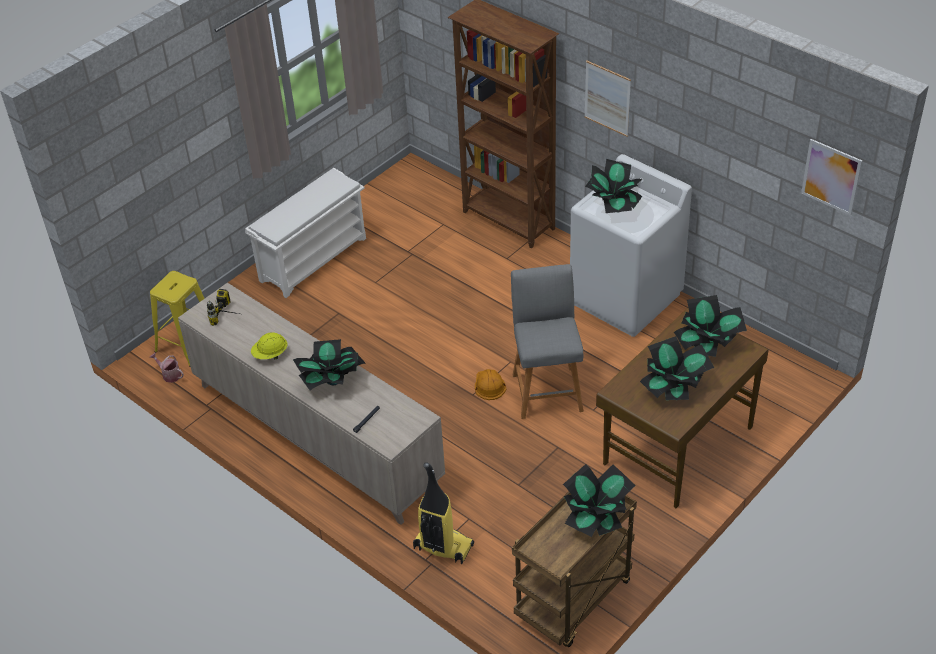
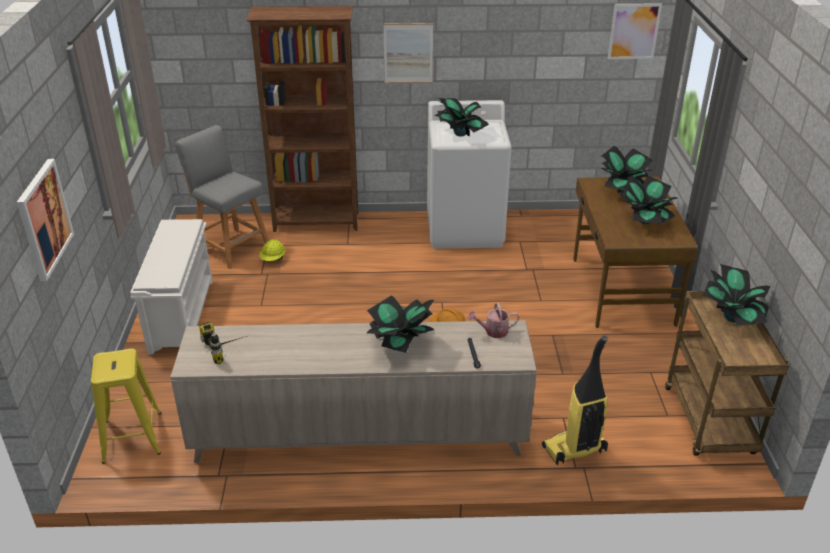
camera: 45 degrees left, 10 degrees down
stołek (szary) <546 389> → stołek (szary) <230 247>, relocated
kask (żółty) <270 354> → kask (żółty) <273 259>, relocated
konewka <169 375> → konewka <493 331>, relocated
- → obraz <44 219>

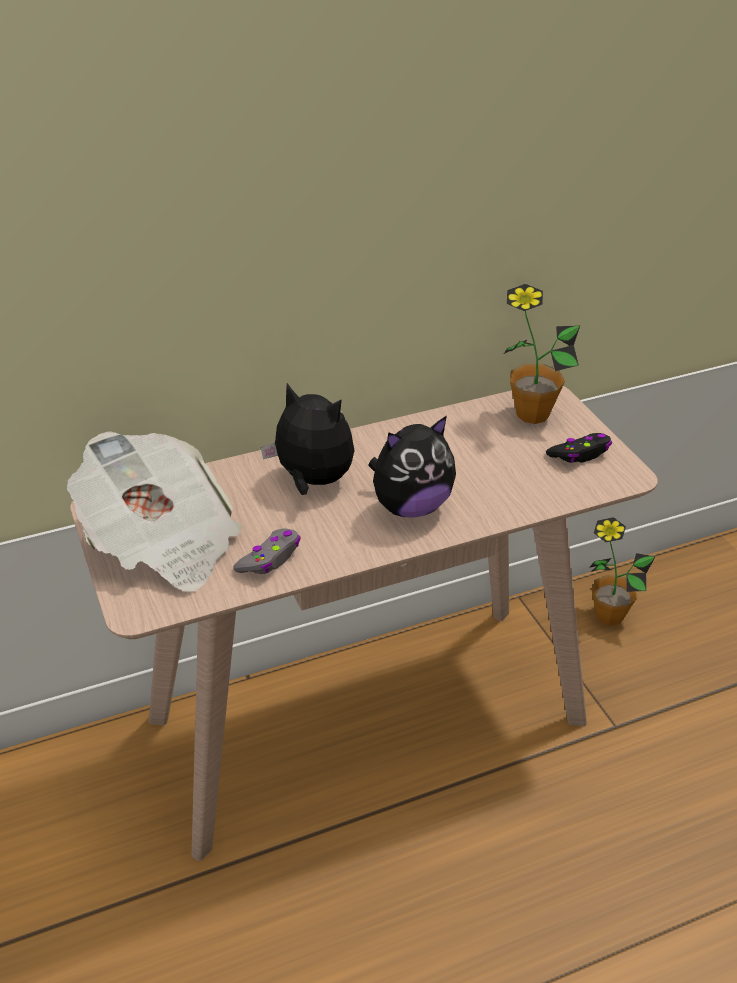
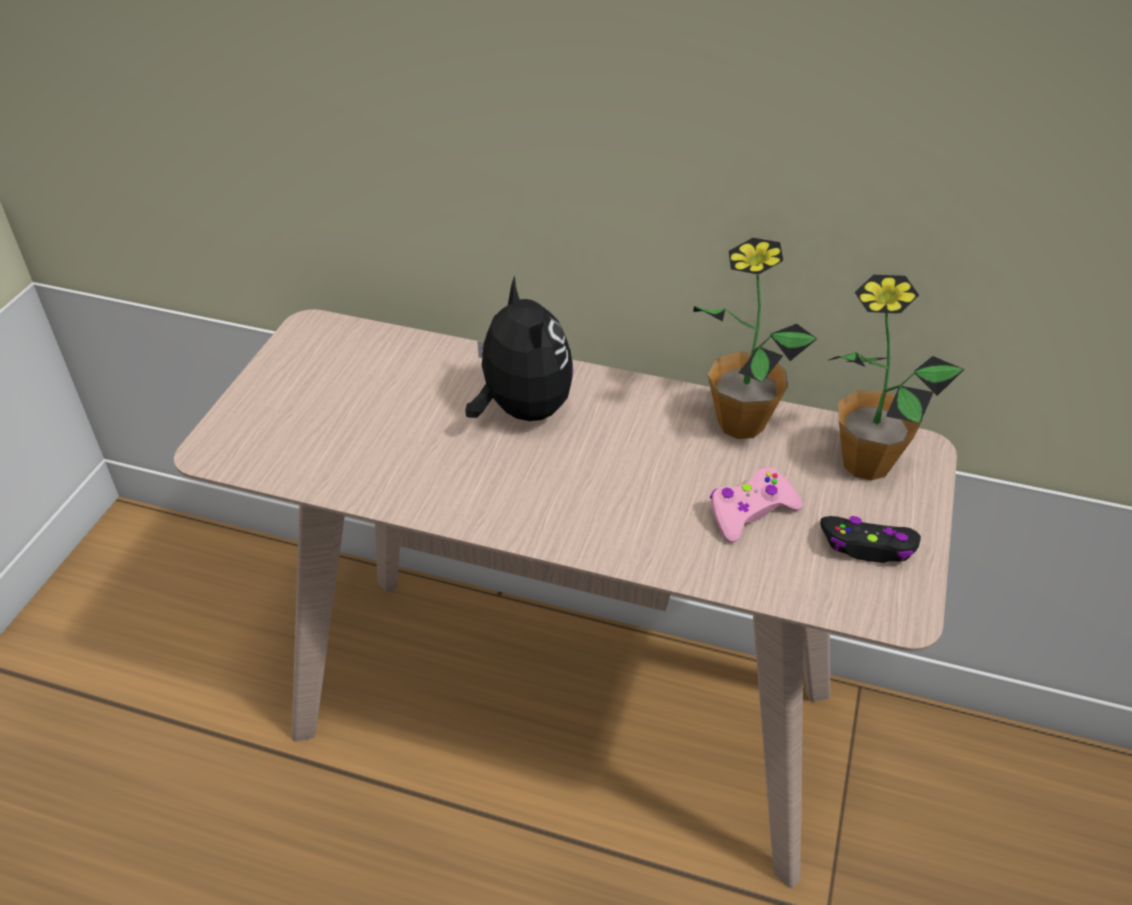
camera: 40 degrees right, 5 degrees up
pluszak <411 507> → -
gazeta <162 542> → -
roślina doniczkowa <609 616> → roślina doniczkowa <741 423>, relocated
pad do gier (szary) <270 558> → -
- → pad do gier (różowy) <750 512>

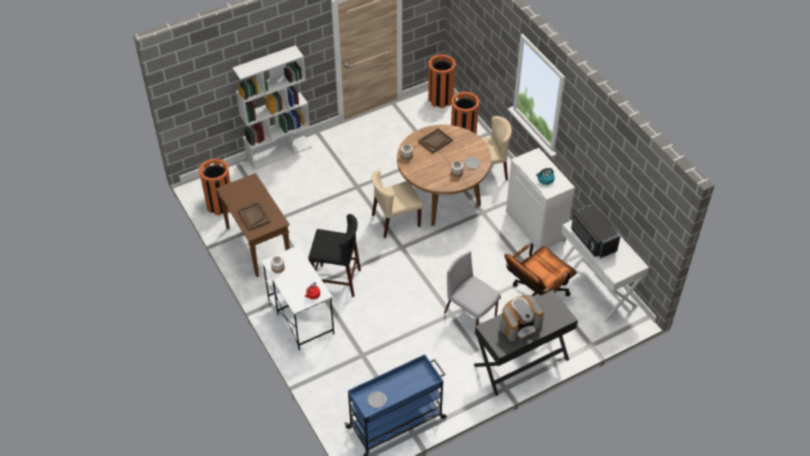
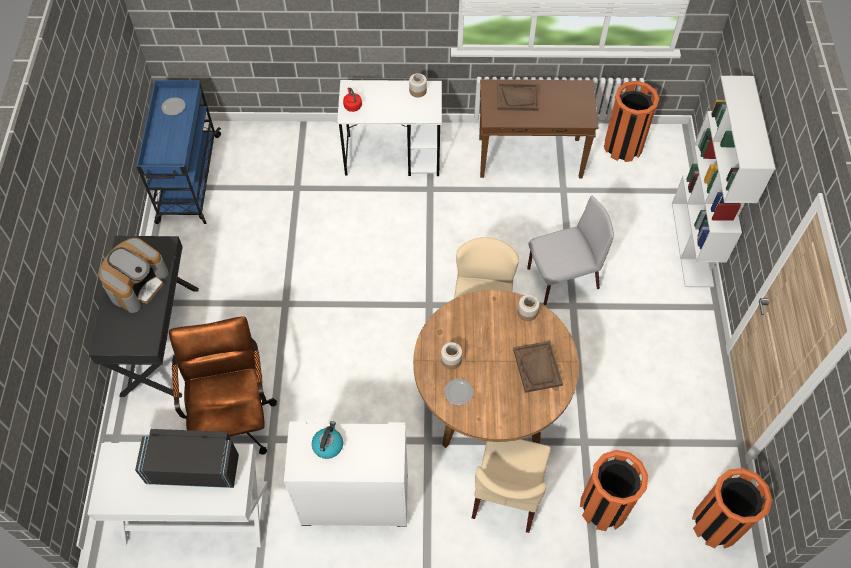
camera: 120 degrees right, 10 degrees up
stołek (czarny) <337 280> → -
krzesło (szary) <471 315> → krzesło (szary) <561 279>, relocated
ekspres do kawy <520 325> → ekspres do kawy <138 284>, 150 degrees counterclockwise

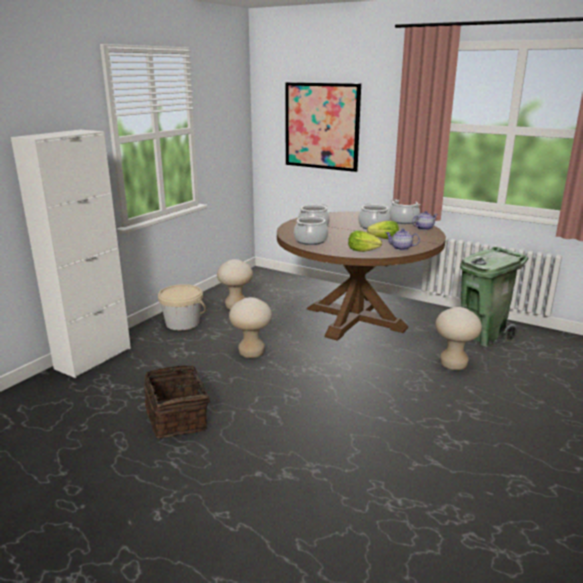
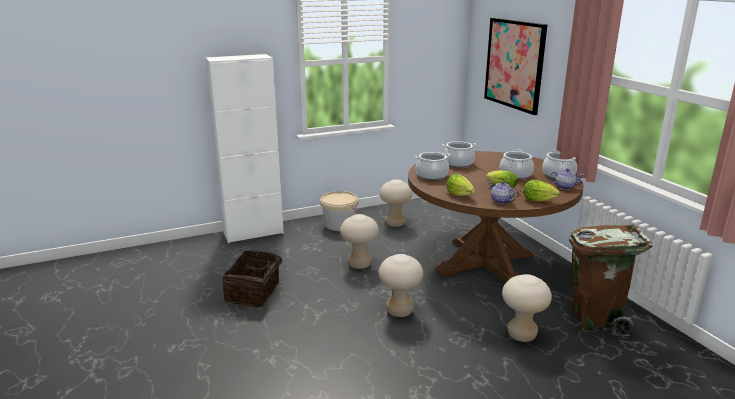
camera: 35 degrees right, 0 degrees up
kosz na śmieci (zielony) <482 336> → kosz na śmieci (brązowy) <595 320>
- → sałata <538 200>
- → stołek (beżowy) <399 311>

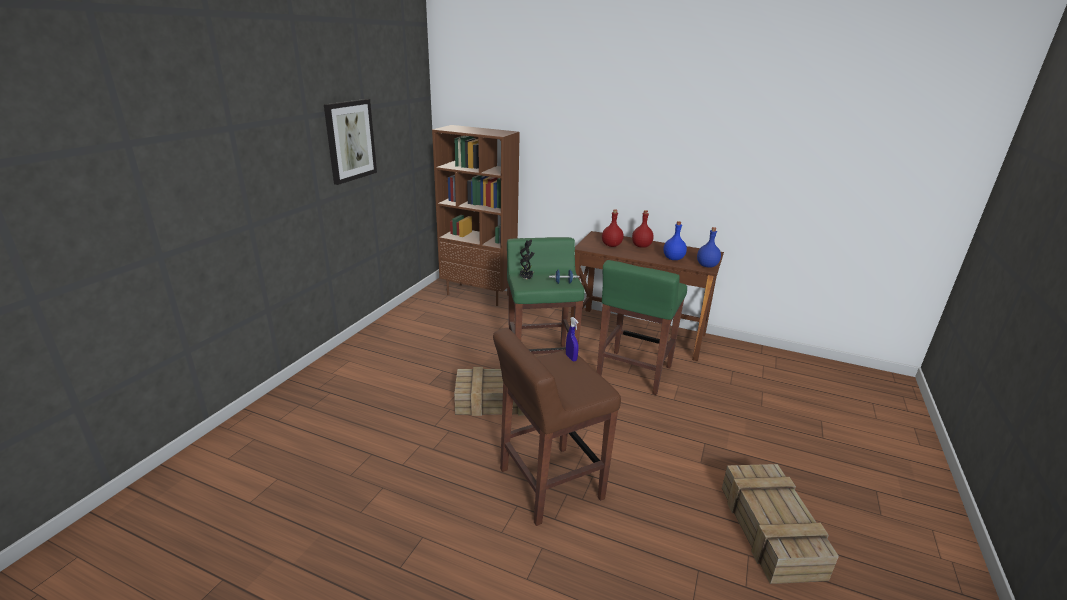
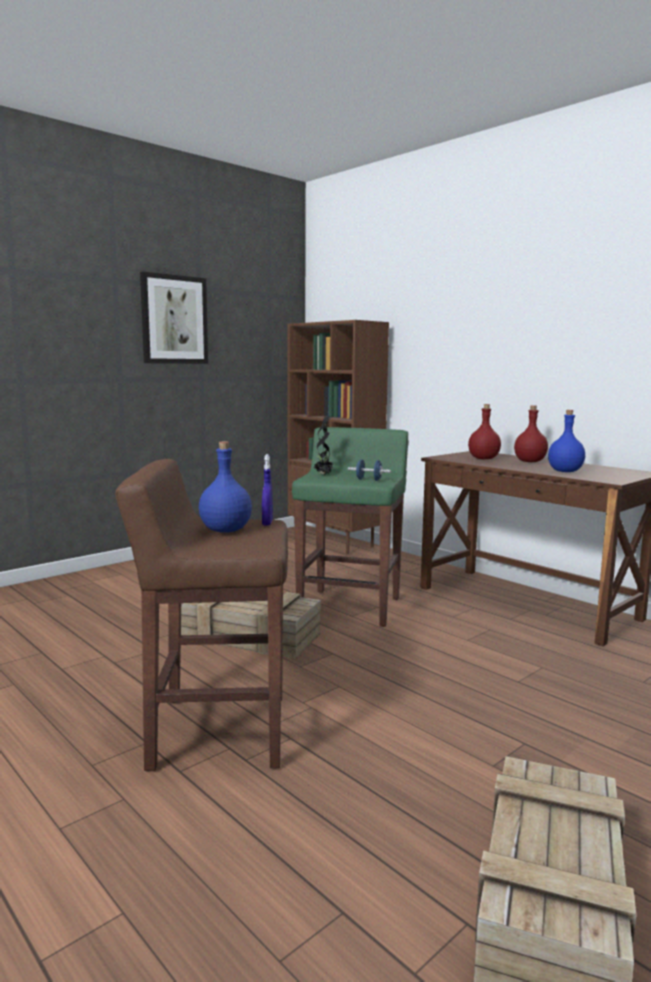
camera: 25 degrees right, 15 degrees down
butelka (niebieski) <707 266> → butelka (niebieski) <224 530>, relocated
stołek (zielony) <633 373> → -

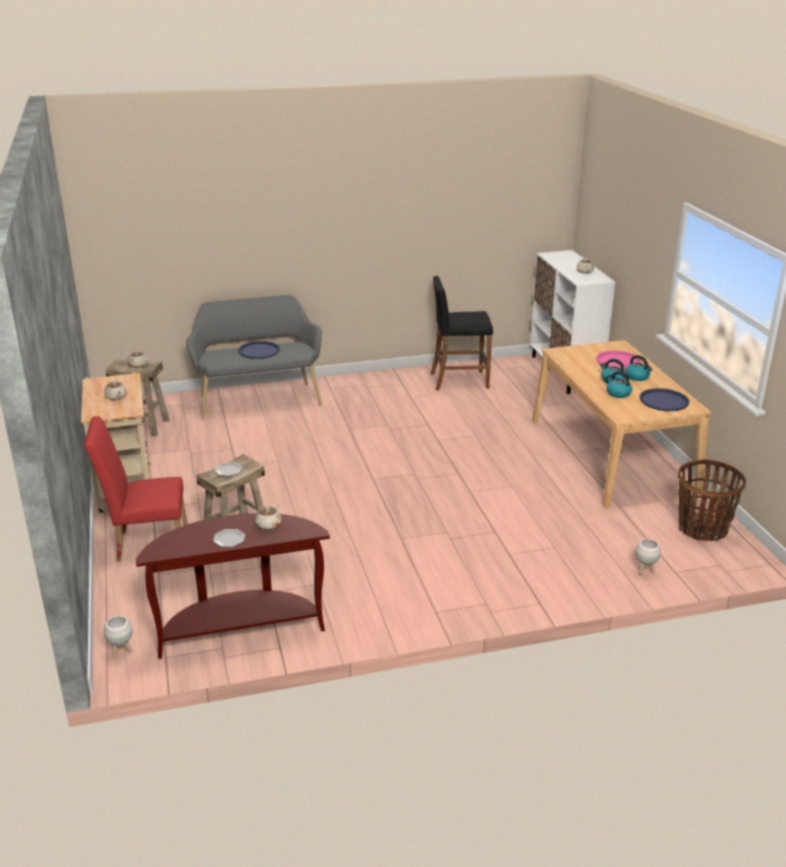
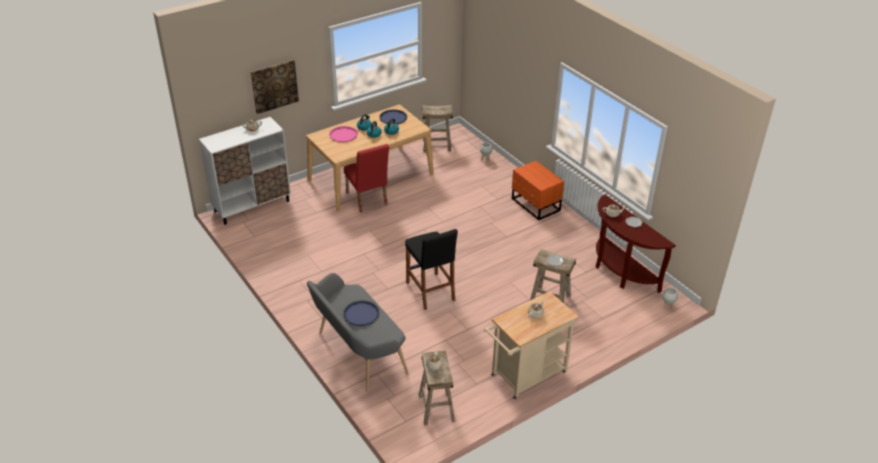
camera: 110 degrees left, 10 degrees up
stołek (czarny) <459 380> → stołek (czarny) <430 291>, relocated
krzesło (czerwony) <146 543> → krzesło (czerwony) <367 201>, relocated
koszyk <702 529> → stołek (beżowy) <437 145>
- → obraz <274 86>
- → szafka nocna (pomarańczowy) <535 205>

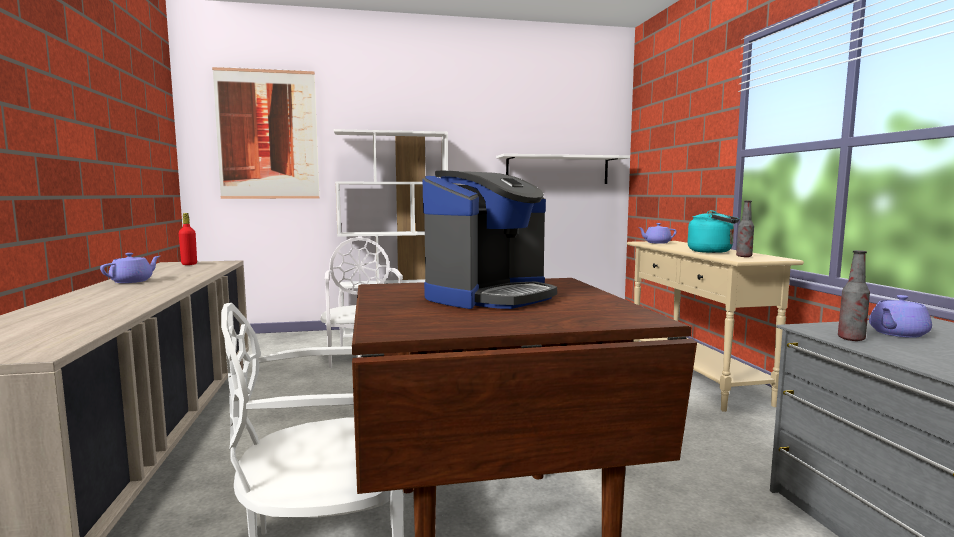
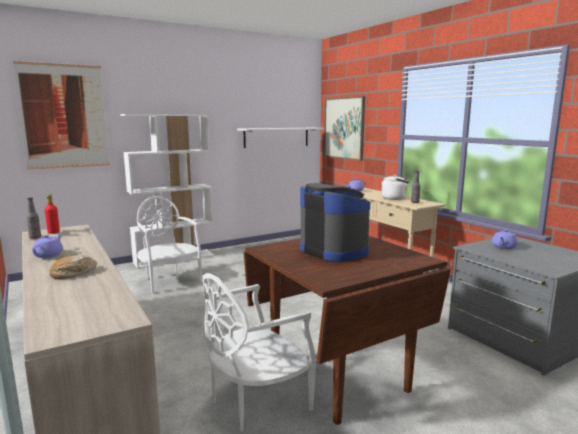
camera: 20 degrees left, 5 degrees up
ekspres do kawy <489 296> → ekspres do kawy <334 251>, 60 degrees counterclockwise
czajnik (turkusowy) <713 251> → czajnik (biały) <395 198>
butelka <851 339> → butelka <35 237>, relocated
- → obraz <344 128>
- → chleb <73 273>

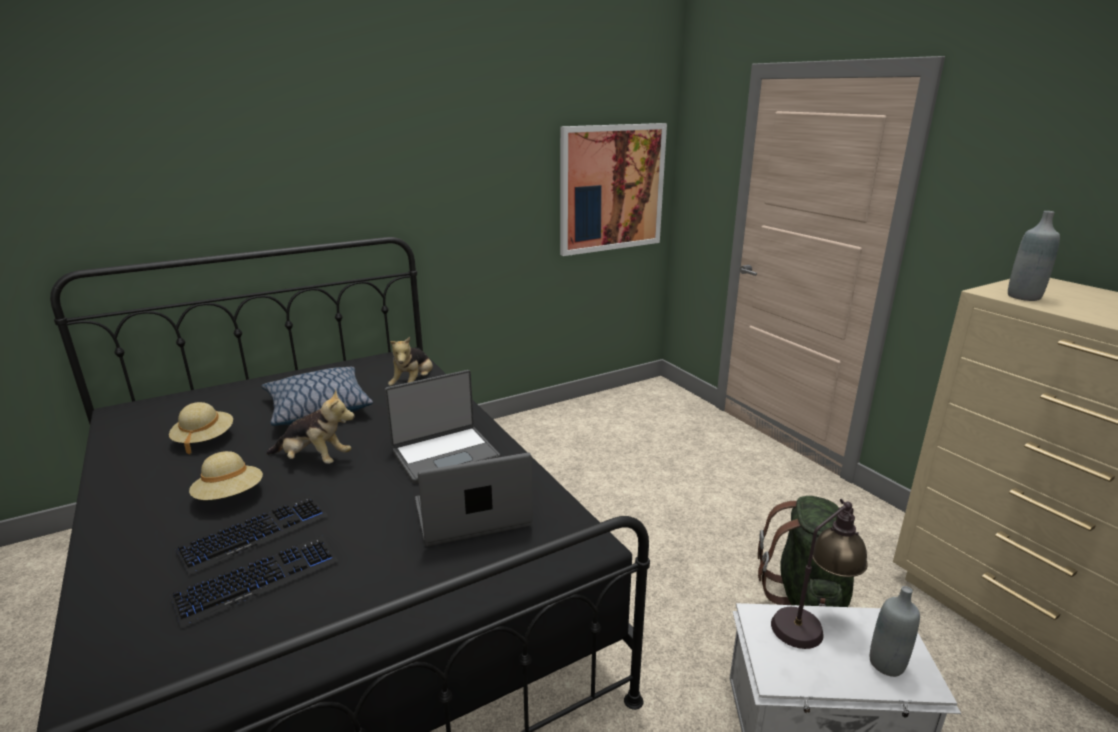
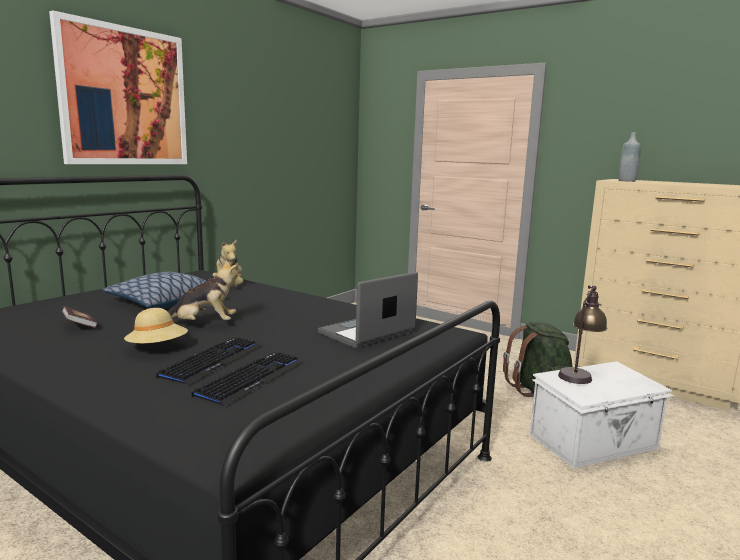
camera: 25 degrees left, 10 degrees down
obraz <612 188> → obraz <124 97>, relocated
laptop <445 454> → -
kapelusz (beżowy) <204 439> → książka <80 326>
butelka (szary) <886 664> → -

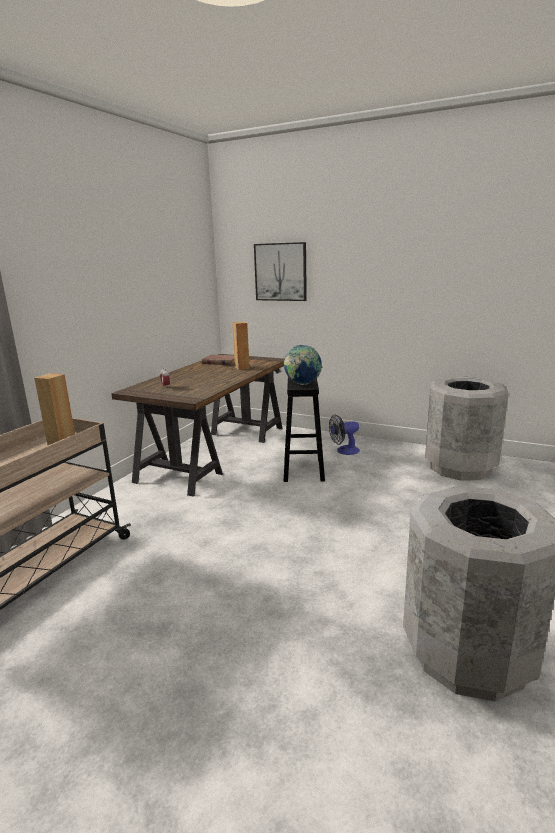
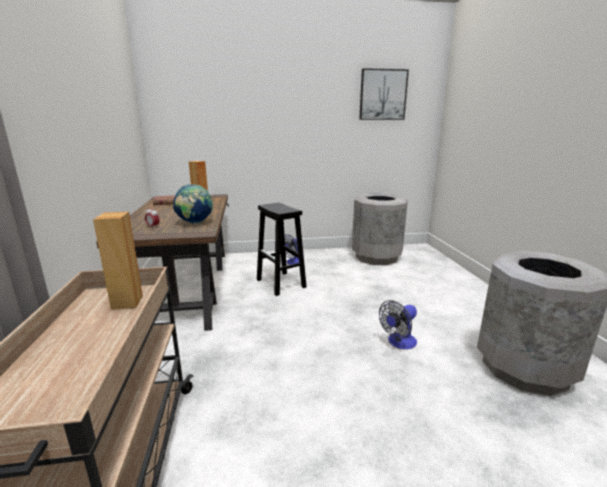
camera: 35 degrees left, 0 degrees up
obraz <281 272> → obraz <383 95>, relocated
globus <302 384> → globus <194 223>, relocated
- → wentylator <399 343>

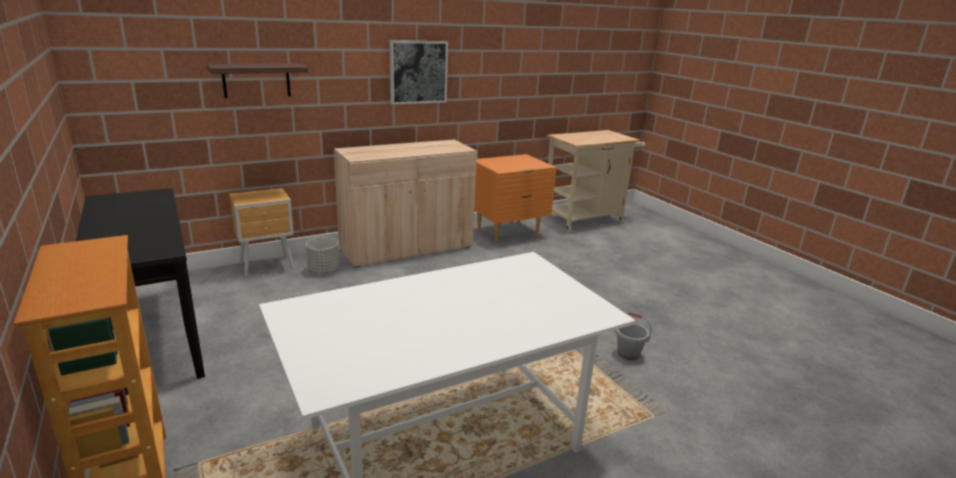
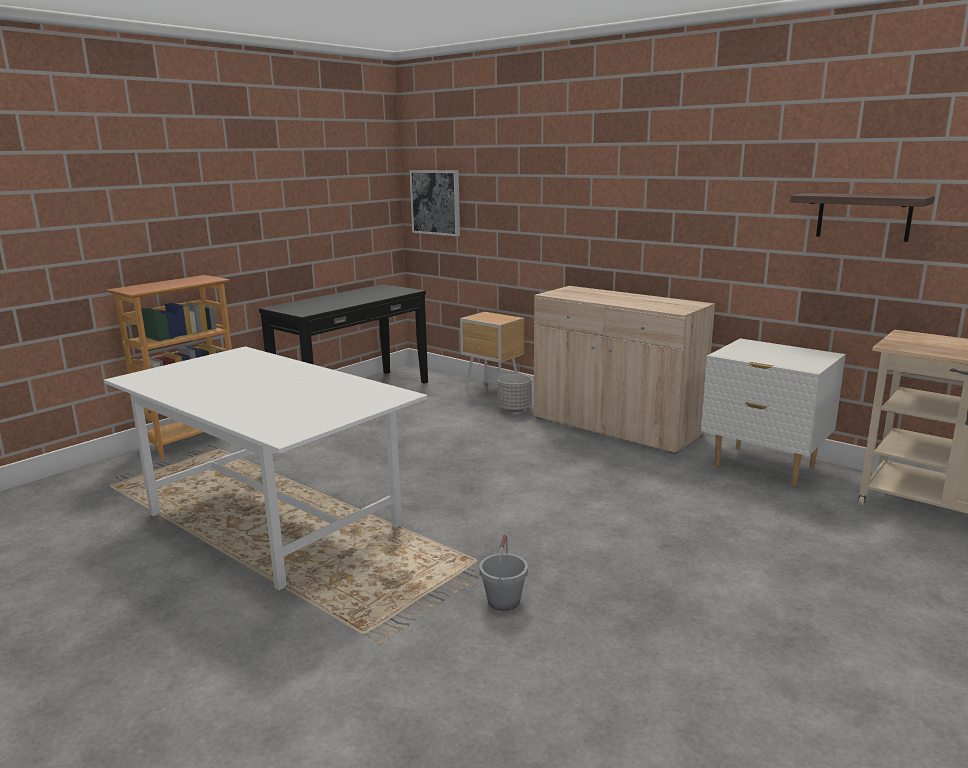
camera: 70 degrees right, 5 degrees down
obraz <418 72> → obraz <436 202>, relocated
półka <256 80> → półka <863 216>, relocated
szafka nocna (pomarańczowy) <508 233> → szafka nocna (biały) <764 466>

